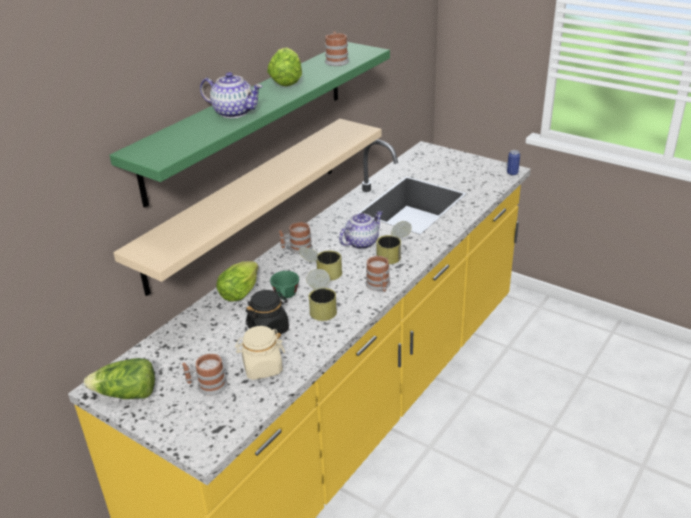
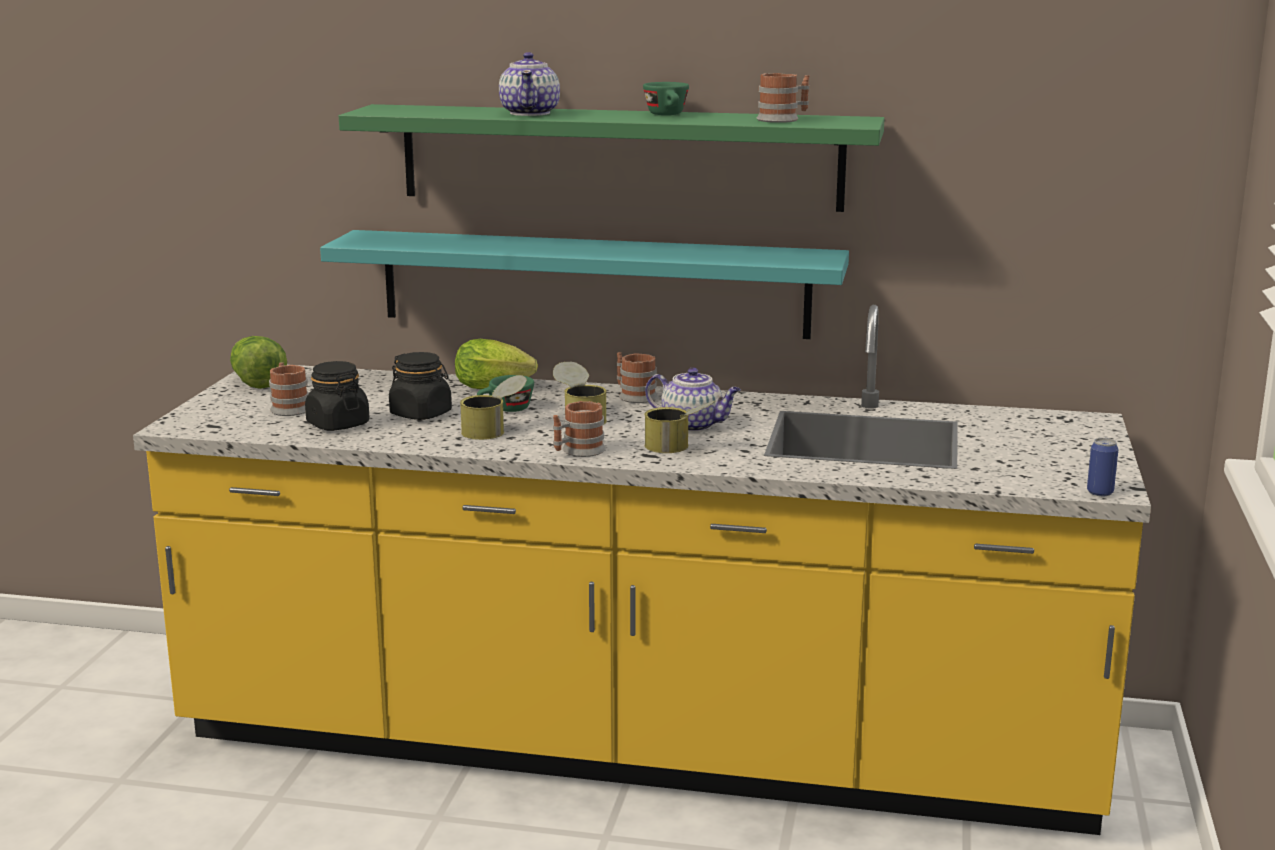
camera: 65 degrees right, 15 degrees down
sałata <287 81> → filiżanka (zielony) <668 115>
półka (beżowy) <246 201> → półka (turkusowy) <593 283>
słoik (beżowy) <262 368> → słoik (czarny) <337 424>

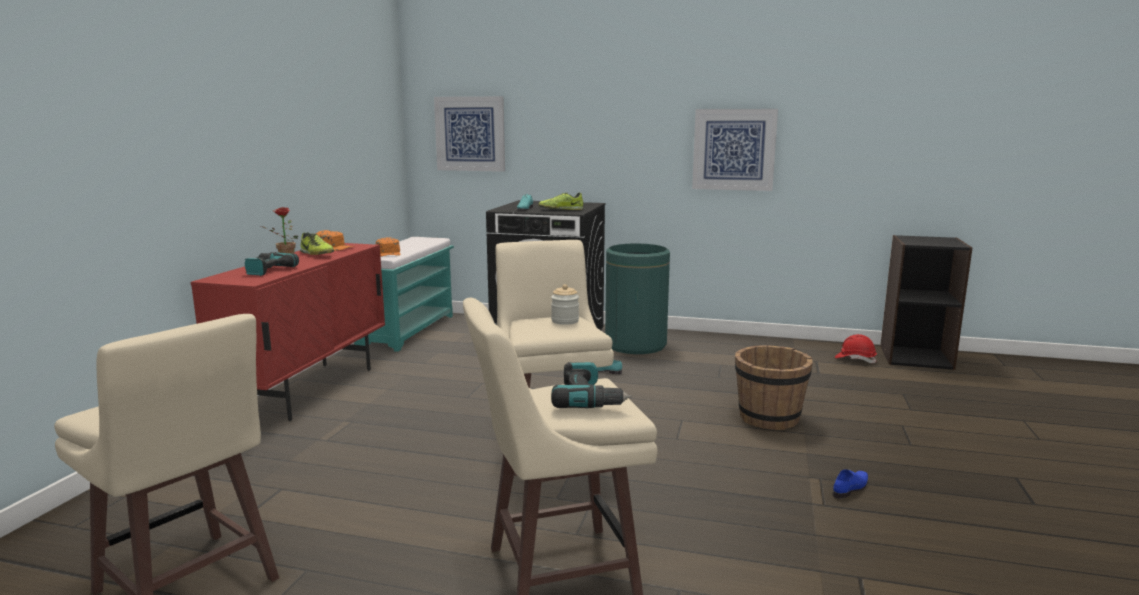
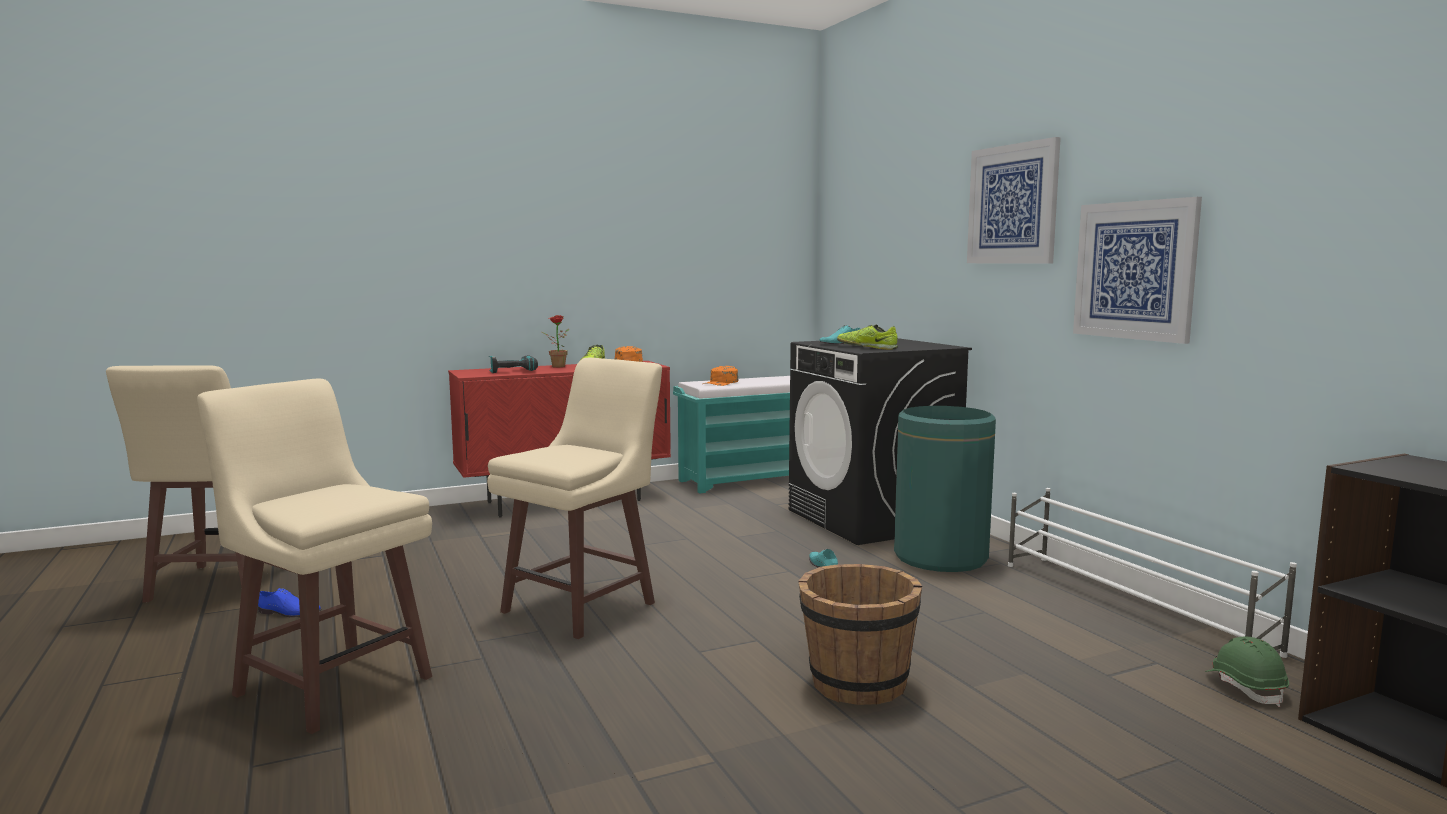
camera: 50 degrees right, 5 degrees down
obraz <470 134> → obraz <1012 204>, relocated
słoik <565 321> → -
kask (czerwony) <855 359> → kask (zielony) <1245 687>
wiertarka <588 398> → -
but (niebieski) <851 488> → but (niebieski) <288 612>, relocated
- → regał na buty (biały) <1129 606>

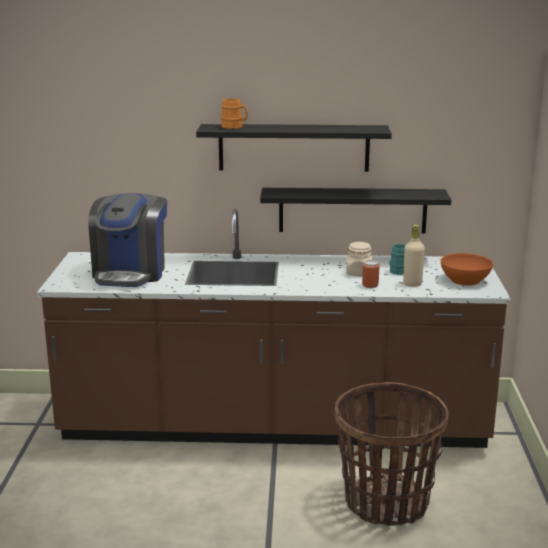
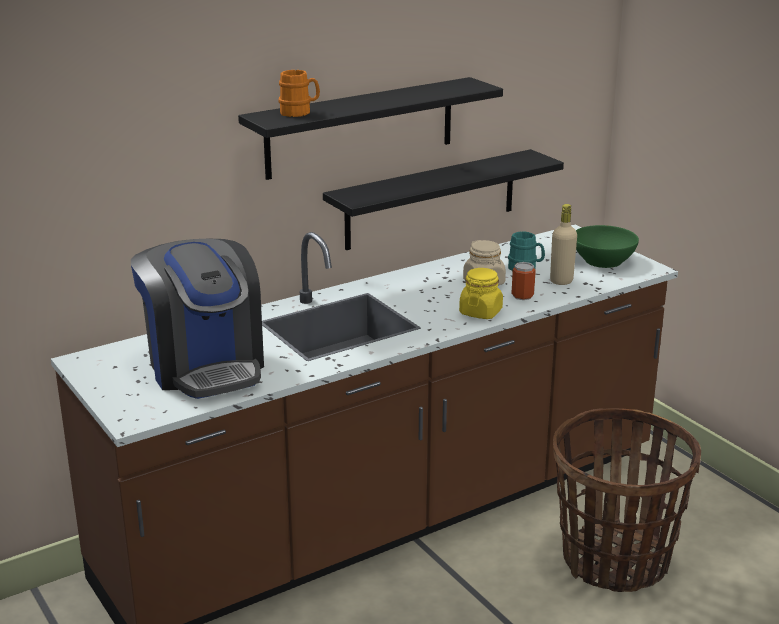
camera: 35 degrees left, 5 degrees up
miska (pomarańczowy) <465 280> → miska (zielony) <603 260>
- → słoik (żółty) <480 312>

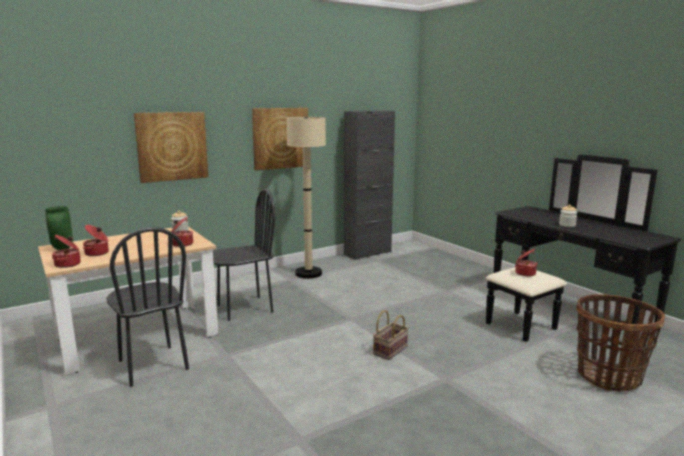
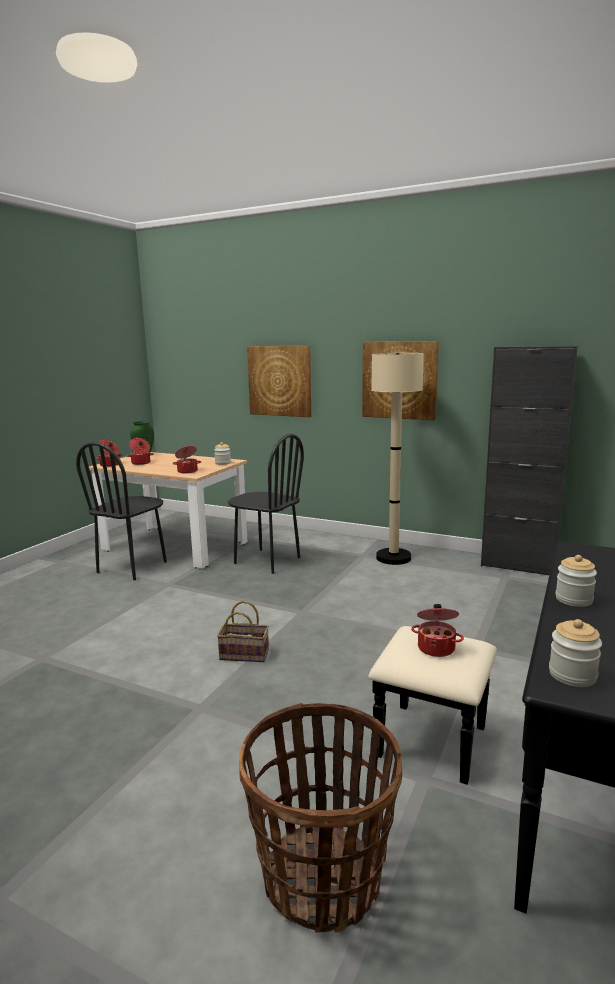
camera: 60 degrees right, 0 degrees up
- → słoik <572 675>

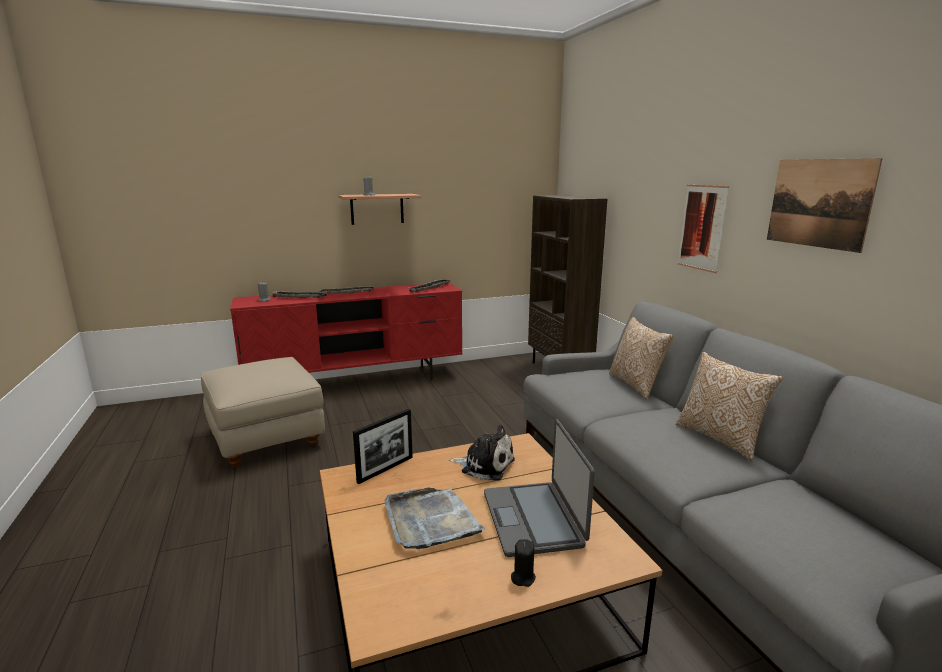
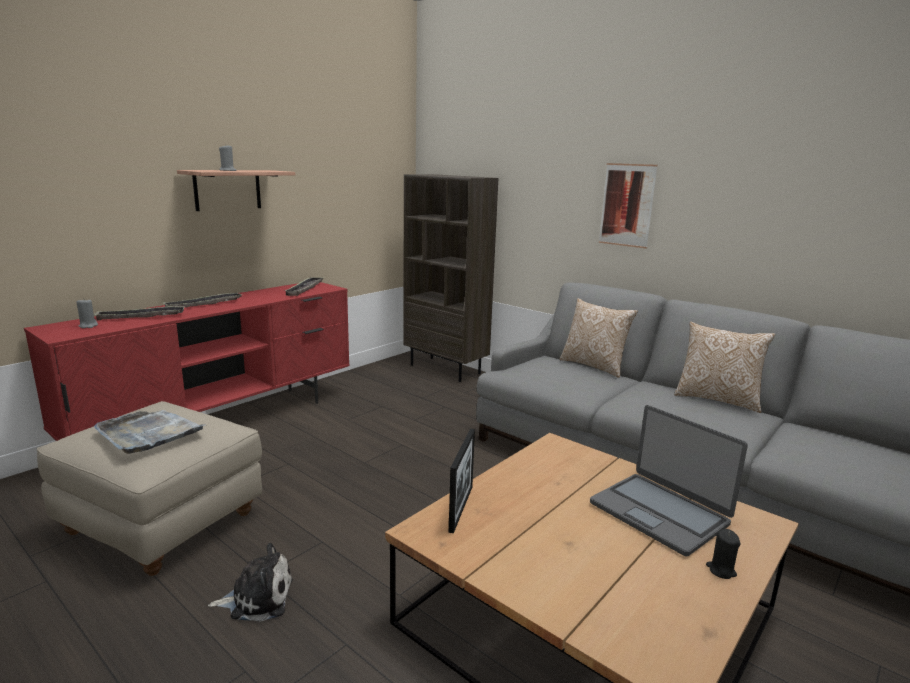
camera: 30 degrees left, 0 degrees up
obraz <819 203> → -
pluszak <485 465> → pluszak <257 598>, relocated
taca (szary) <431 520> → taca (szary) <149 433>, relocated

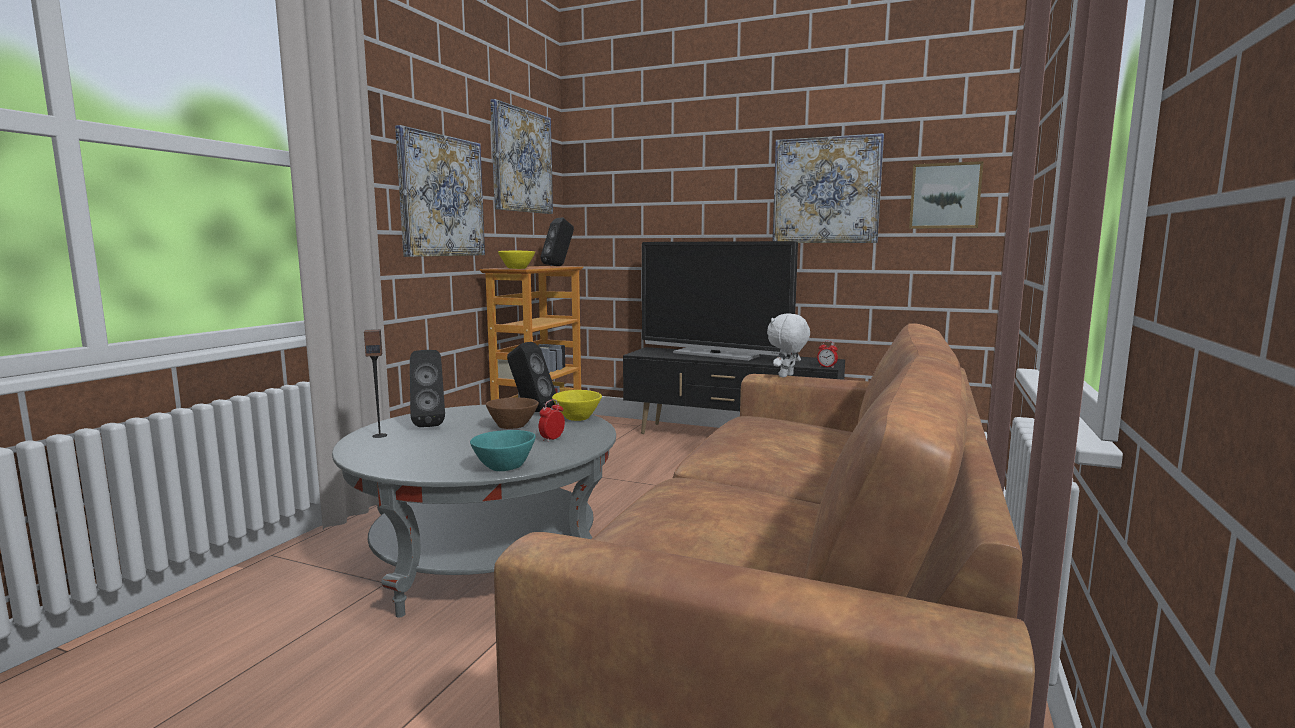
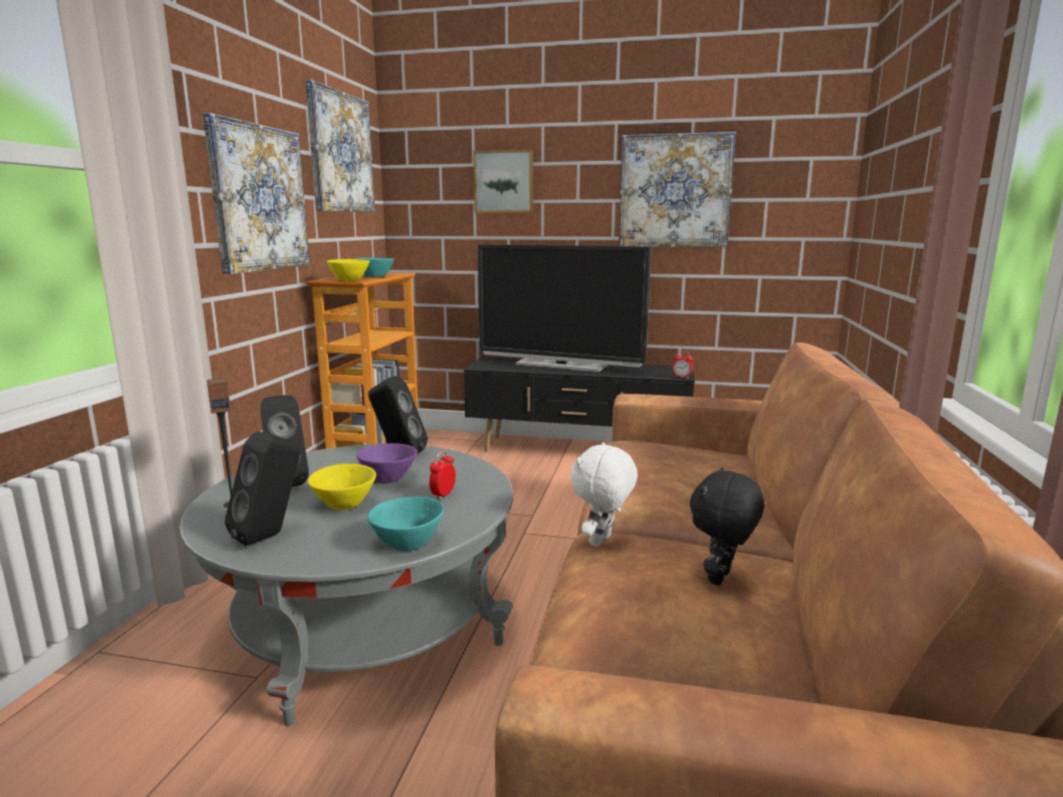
camera: 10 degrees left, 5 degrees up
obraz <945 196> → obraz <504 182>, relocated
głośnik (czarny) <559 266> → głośnik (czarny) <271 535>, relocated
pluszak (biały) <787 376> → pluszak (biały) <602 541>, relocated
miska (żółty) <576 418> → miska (żółty) <342 505>, relocated
miska (brązowy) <514 426> → miska (fioletowy) <389 478>
- → miska (turkusowy) <376 277>
- → pluszak (czarny) <721 578>

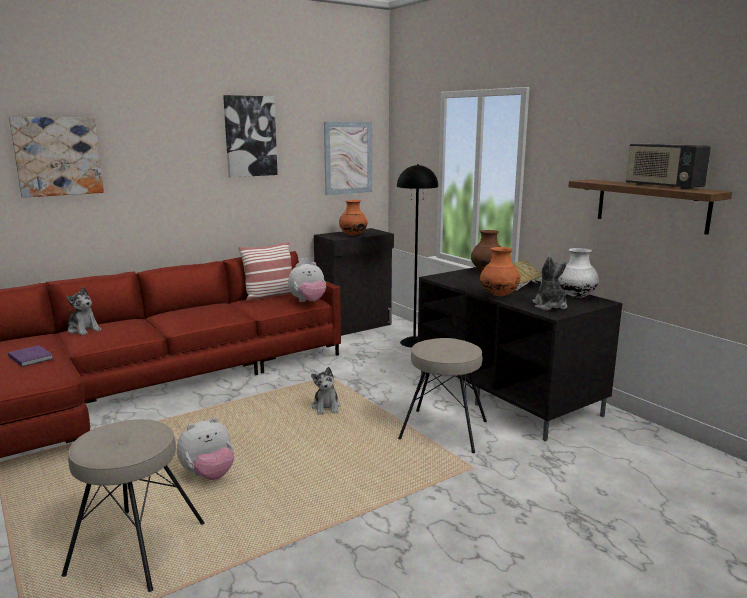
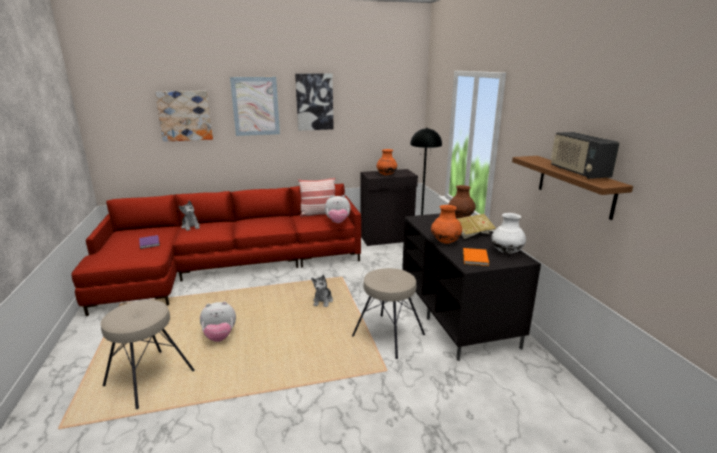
camera: 20 degrees right, 5 degrees up
obraz <348 158> → obraz <255 106>, relocated
pluszak <549 306> → książka (pomarańczowy) <474 258>

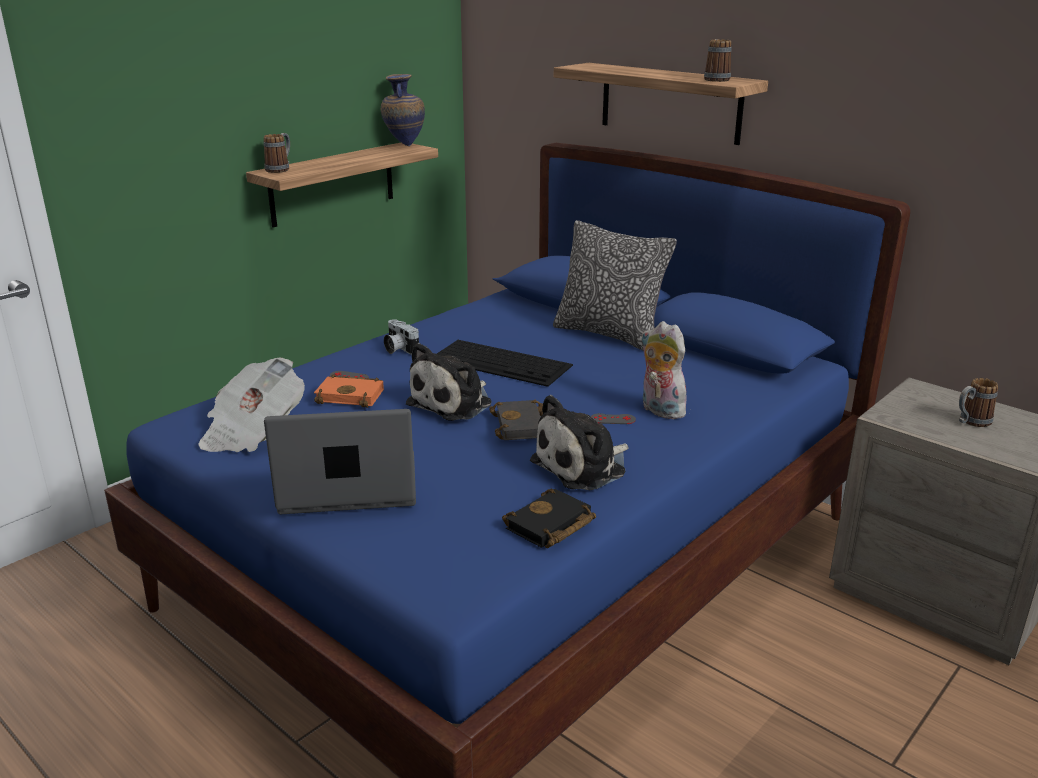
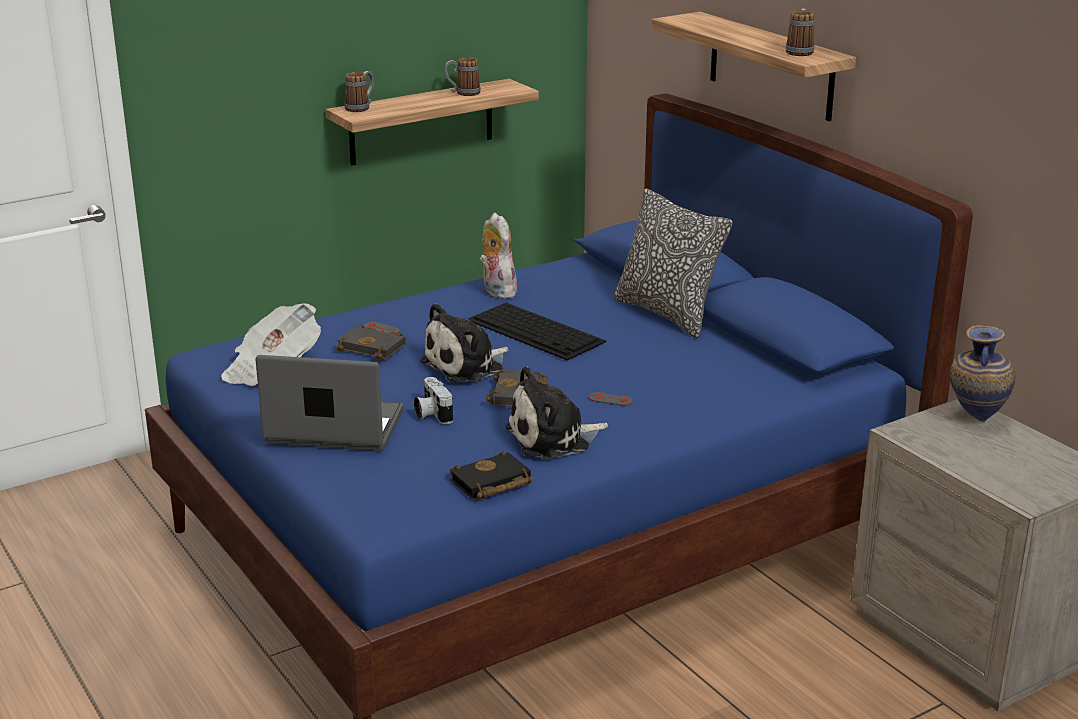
camera: 15 degrees right, 0 degrees up
wazon <404 145> → wazon <975 419>, relocated
aparat fotograficzny <398 349> → aparat fotograficzny <431 414>, relocated
pluszak <659 410> → pluszak <496 291>, relocated
książka (pomarańczowy) <352 395> → książka (czarny) <374 347>
kubek <970 422> → kubek <463 93>, relocated

